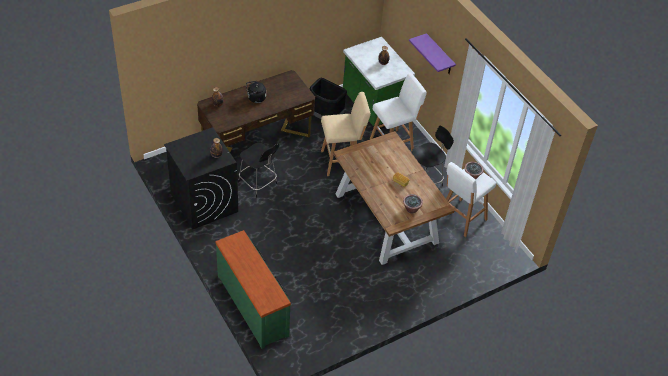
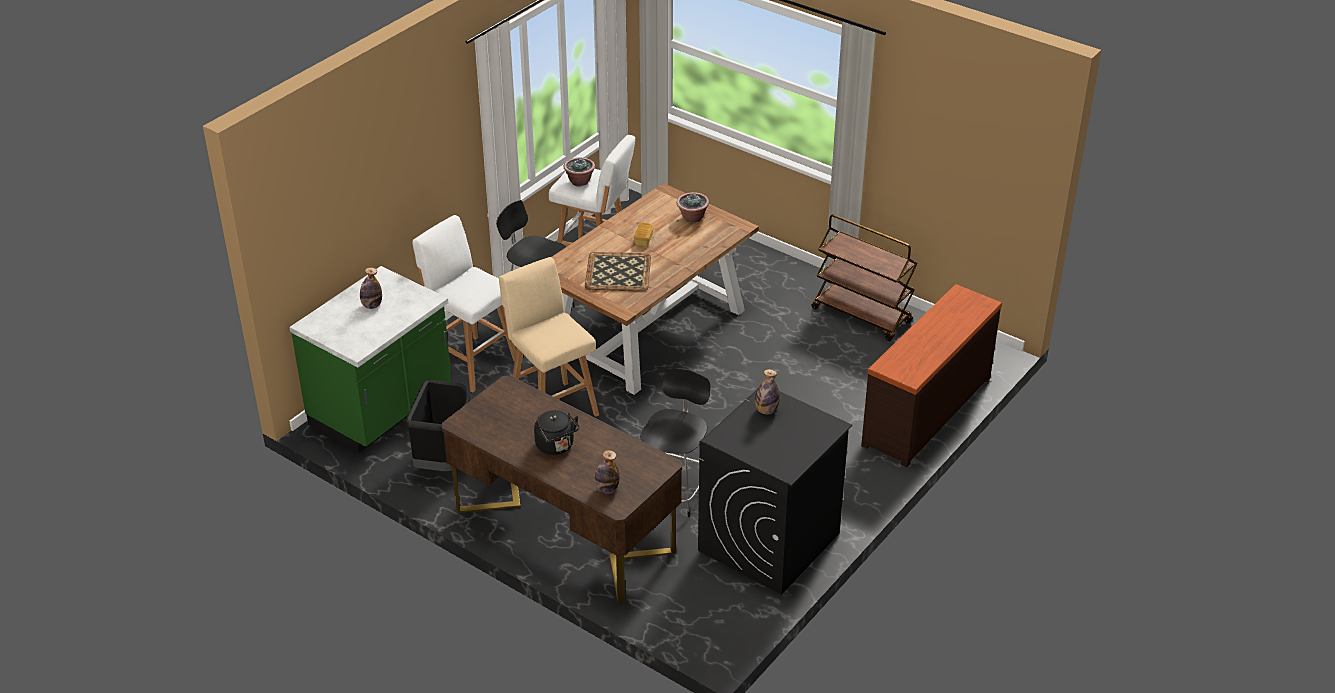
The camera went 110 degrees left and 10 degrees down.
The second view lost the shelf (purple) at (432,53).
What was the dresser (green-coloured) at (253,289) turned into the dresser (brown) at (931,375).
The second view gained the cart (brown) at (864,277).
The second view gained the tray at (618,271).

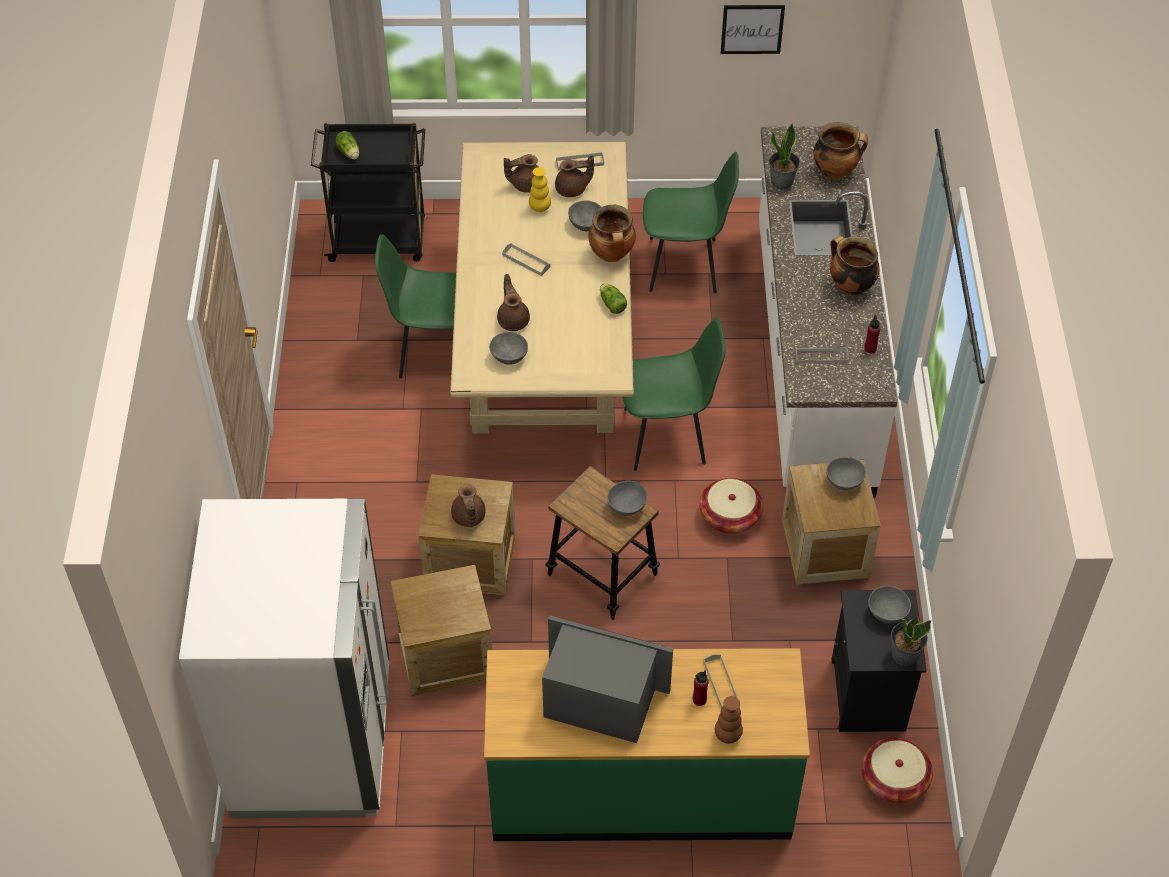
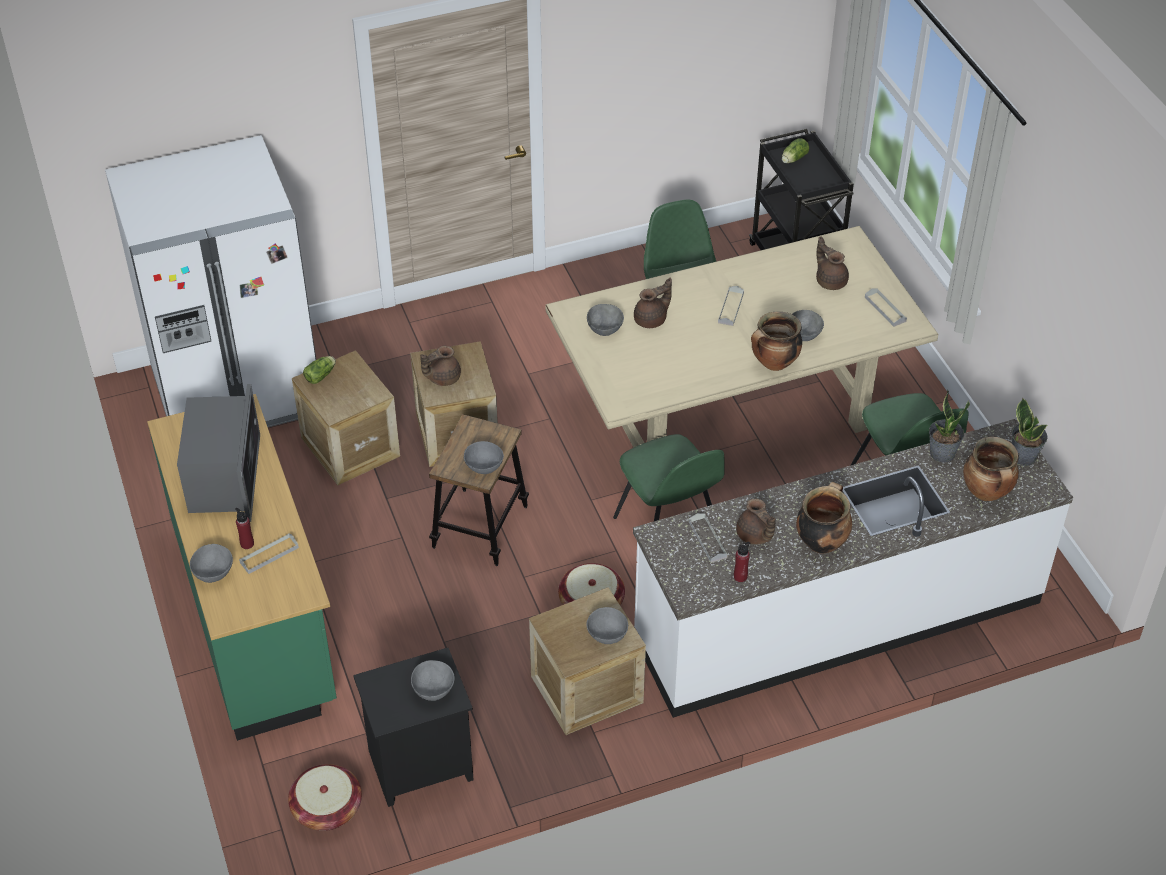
The camera went 70 degrees right and 5 degrees down.
The second view lost the wall art at (753,29).
The pot for tea (brown) ended up elsewhere, having gone from (574,176) to (756,522).
The second view lost the flower vase (yellowish) at (540,190).
The lettuce ended up elsewhere, having gone from (613,299) to (319,370).
The houseplant ended up elsewhere, having gone from (911,641) to (1029,432).
Where the flower vase (brown) stood at (729,720), the bowl (grey) came to stand at (211,563).

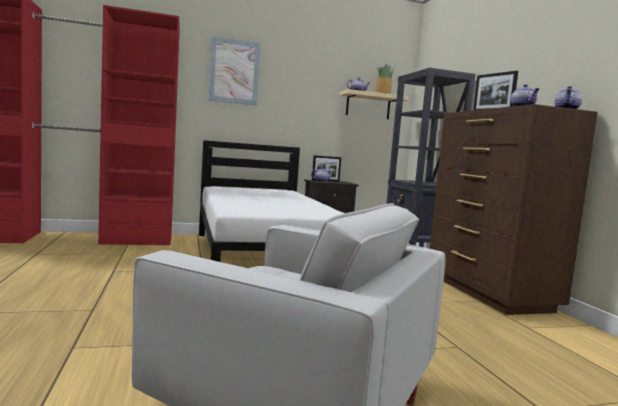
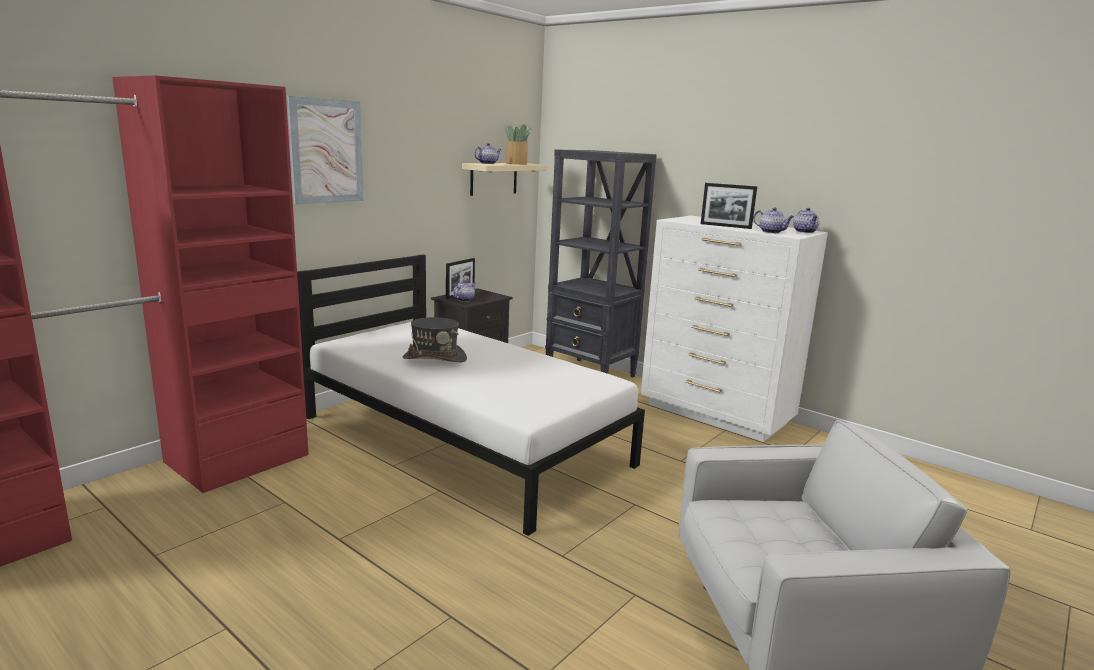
The camera went 35 degrees left and 10 degrees up.
What was the dresser (brown) at (514,209) turned into the dresser (white) at (734,329).
The second view gained the hat (grey) at (435,339).

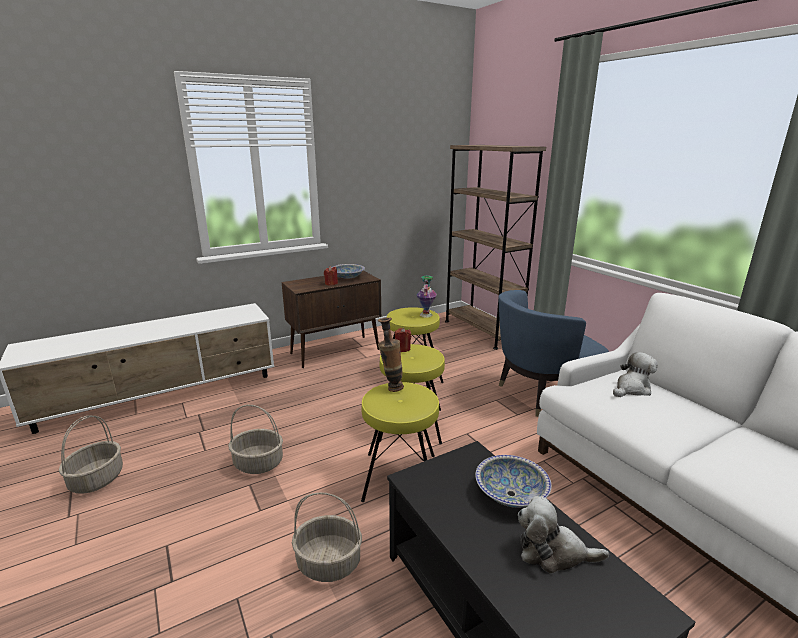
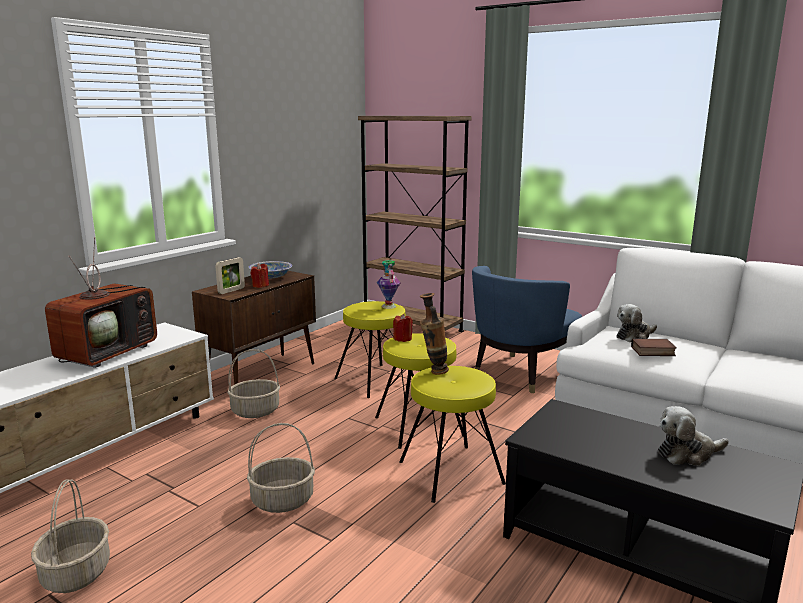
The camera went 25 degrees left and 5 degrees down.
The soft toy at (635,374) ended up facing another way, 150 degrees counterclockwise from before.
The second view lost the bowl at (513,481).
The basket ended up elsewhere, having gone from (327,537) to (253,383).
The second view gained the television at (101,302).
The second view gained the photo frame at (230,275).
The second view gained the book at (654,347).

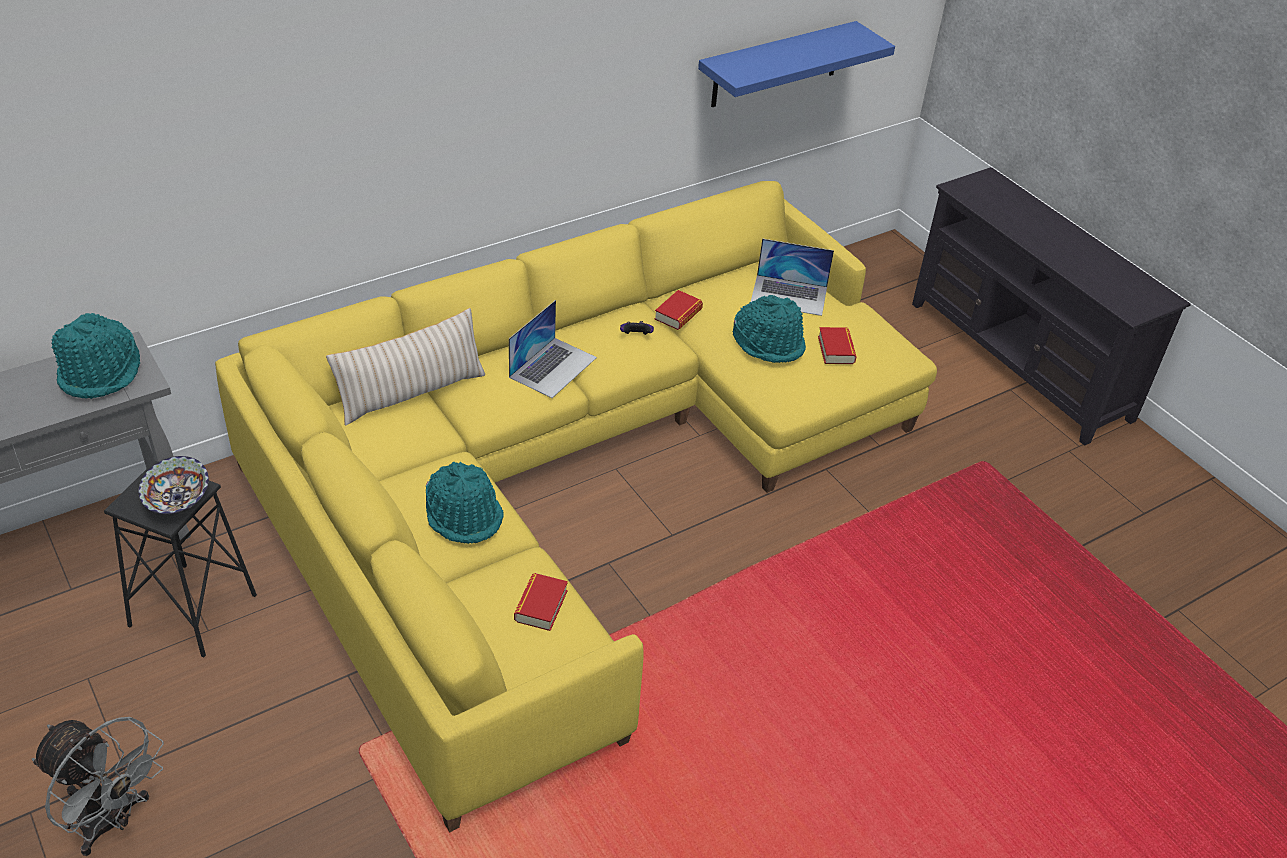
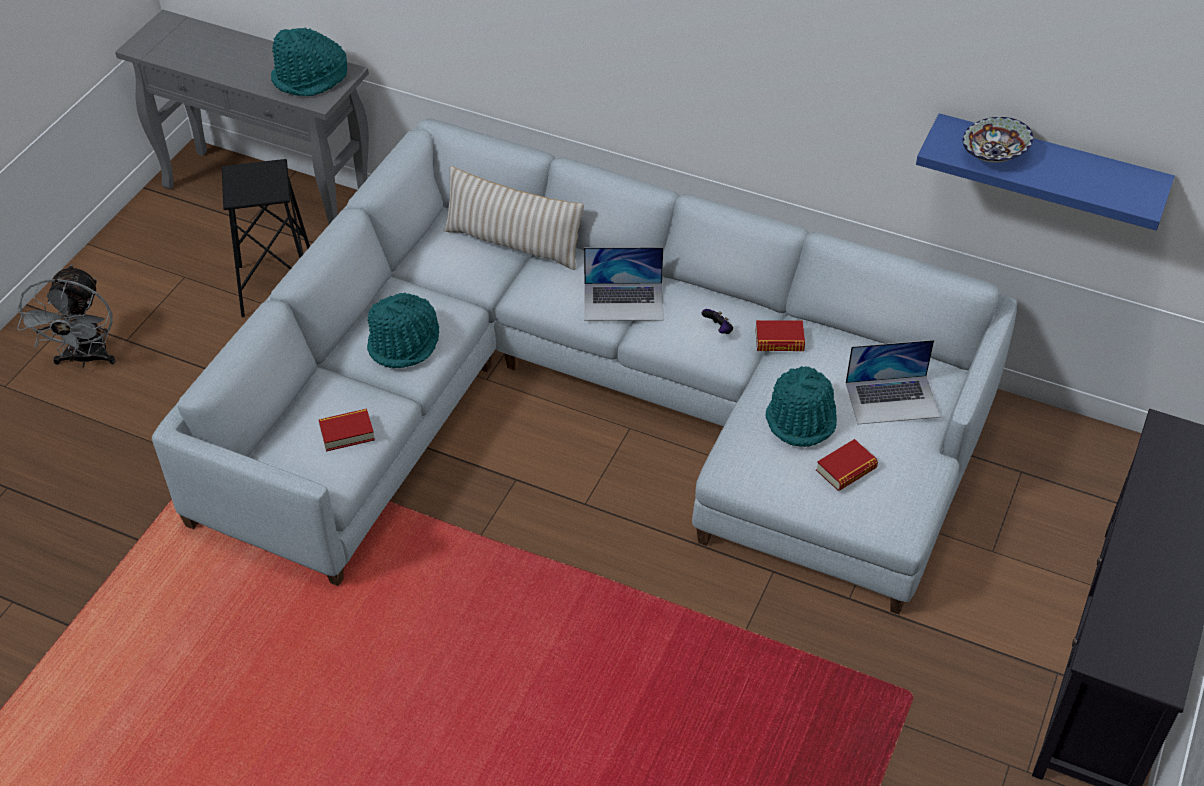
The camera went 60 degrees right and 5 degrees up.
What was the couch (yellowish) at (576,507) turned into the couch (grey) at (584,366).
The laptop at (792,277) ended up facing another way, 75 degrees counterclockwise from before.
The bowl ended up elsewhere, having gone from (174,485) to (998,140).

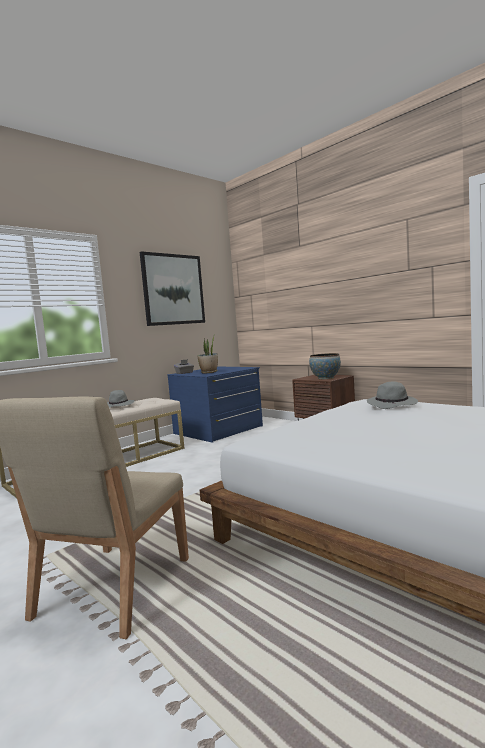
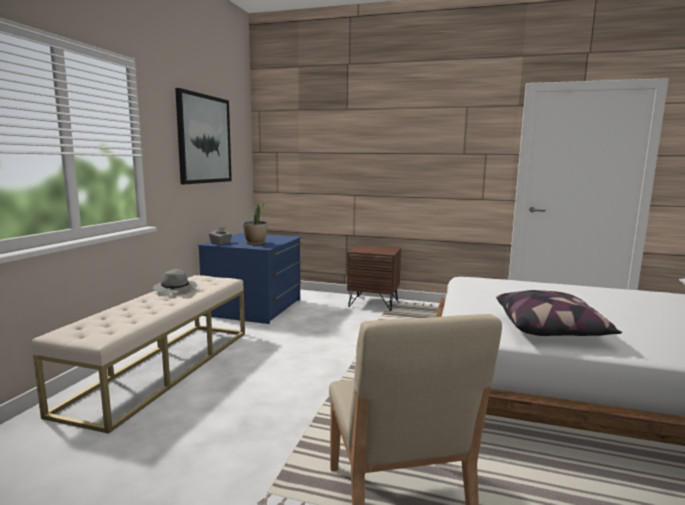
The camera went 30 degrees left and 5 degrees up.
The second view lost the bowl at (325,366).
The second view lost the hat (grey) at (392,395).
The second view gained the throw pillow at (559,313).

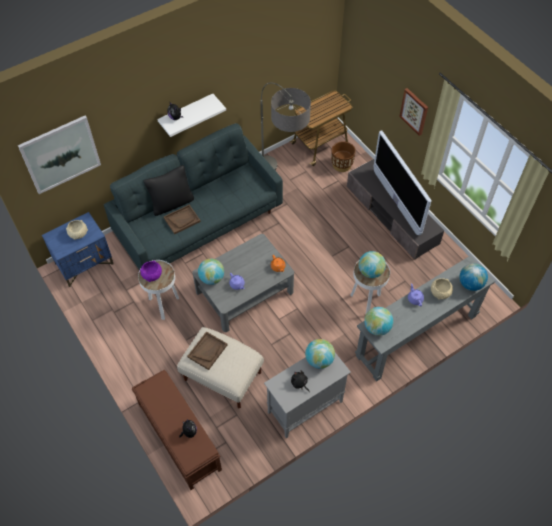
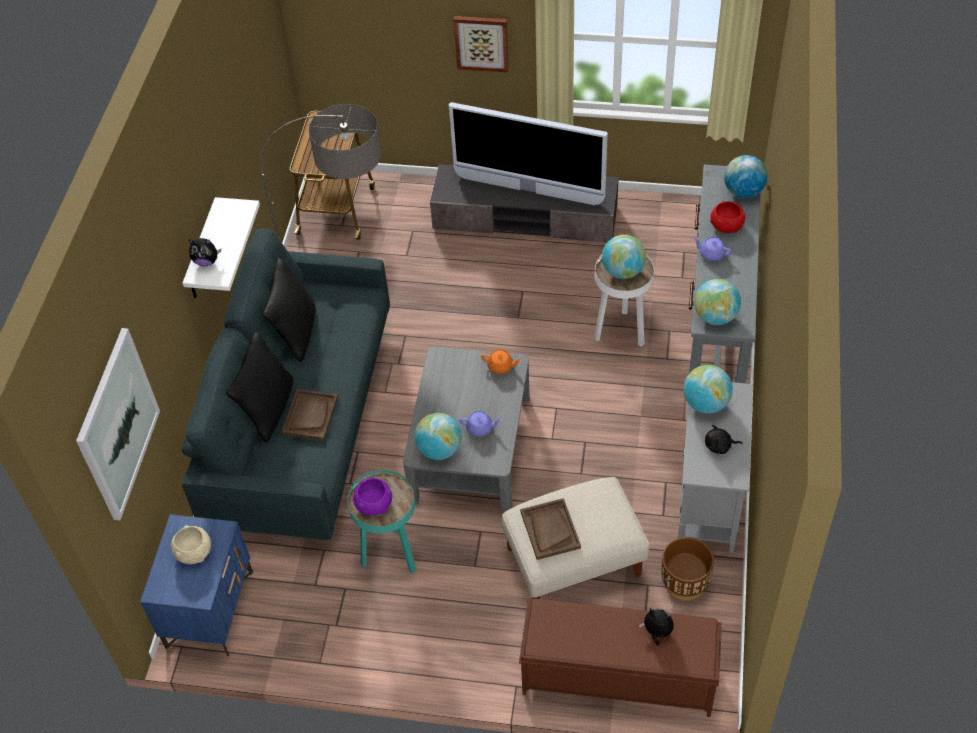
The camera went 45 degrees left and 5 degrees down.
The plant pot (brown) ended up elsewhere, having gone from (343,156) to (687,569).
What was the accent table (white) at (158,290) turned into the accent table (turquoise-coloured) at (381,522).
What was the bowl (beige-coloured) at (442,289) turned into the bowl (reddish) at (727,217).
The second view gained the throw pillow (blackish) at (289,310).

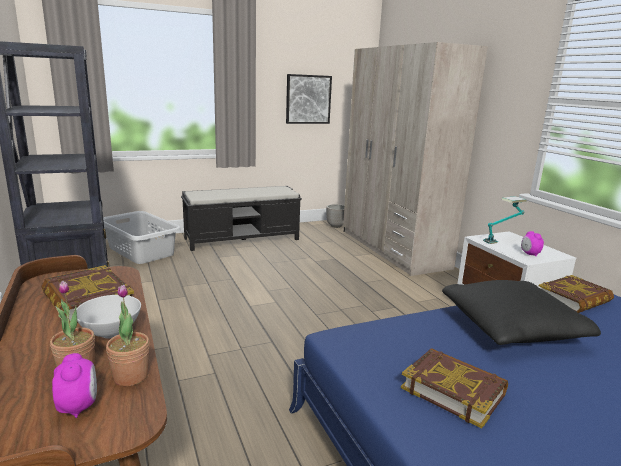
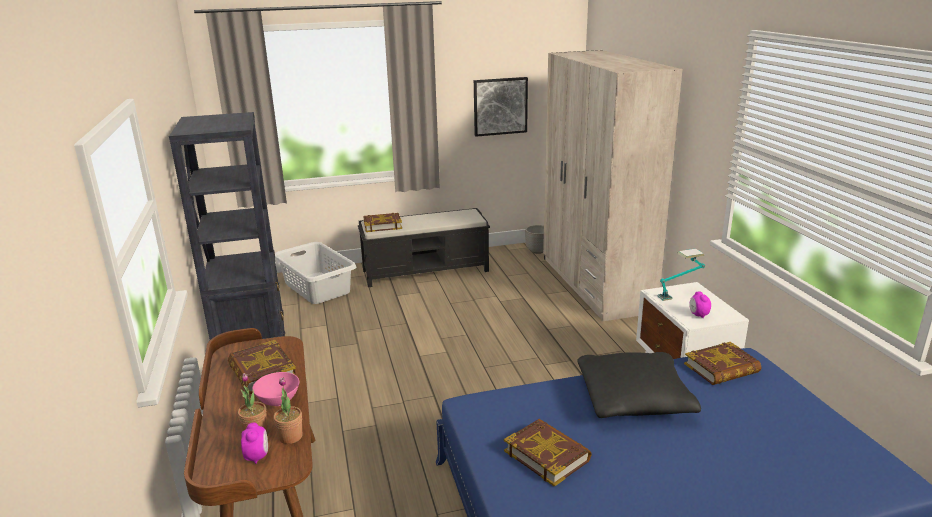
The camera went 10 degrees right and 5 degrees up.
What was the bowl (white) at (108,316) turned into the bowl (pink) at (275,389).
The second view gained the book at (382,222).

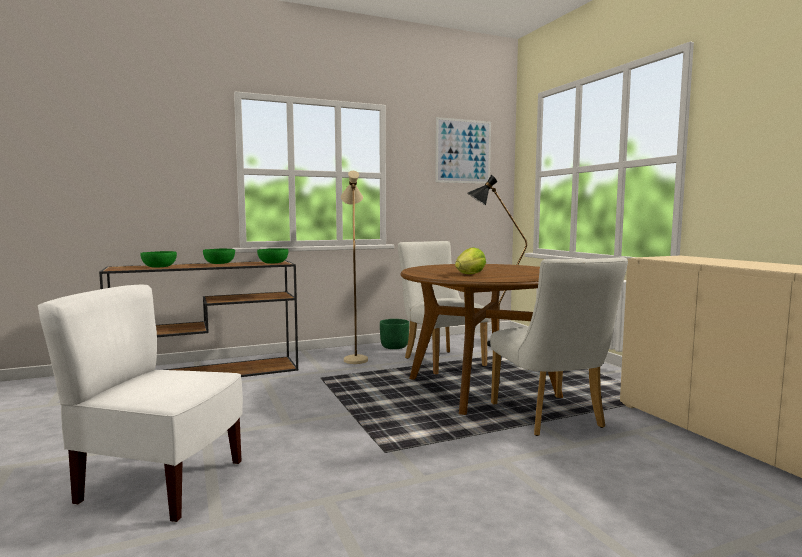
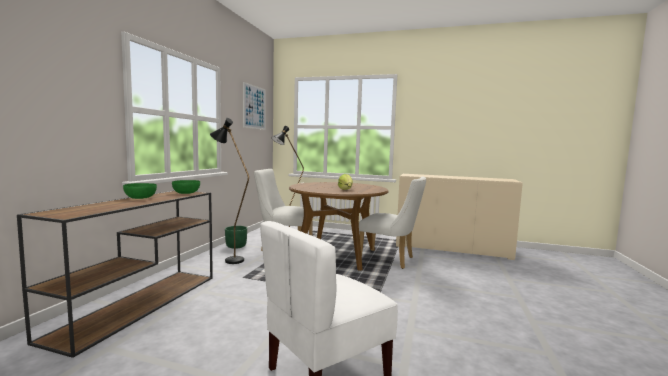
The camera went 50 degrees left and 0 degrees up.
What was the floor lamp (beige-coloured) at (354,267) turned into the floor lamp (blackish) at (229,191).
The second view lost the bowl (green-coloured) at (158,259).

